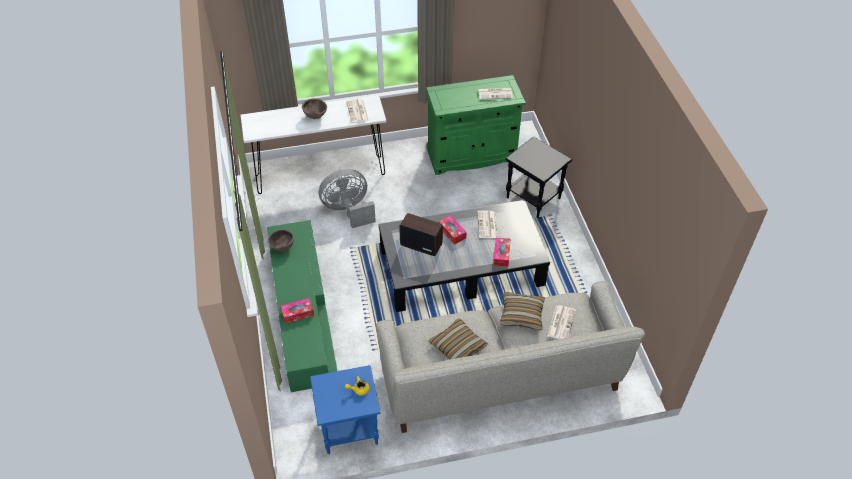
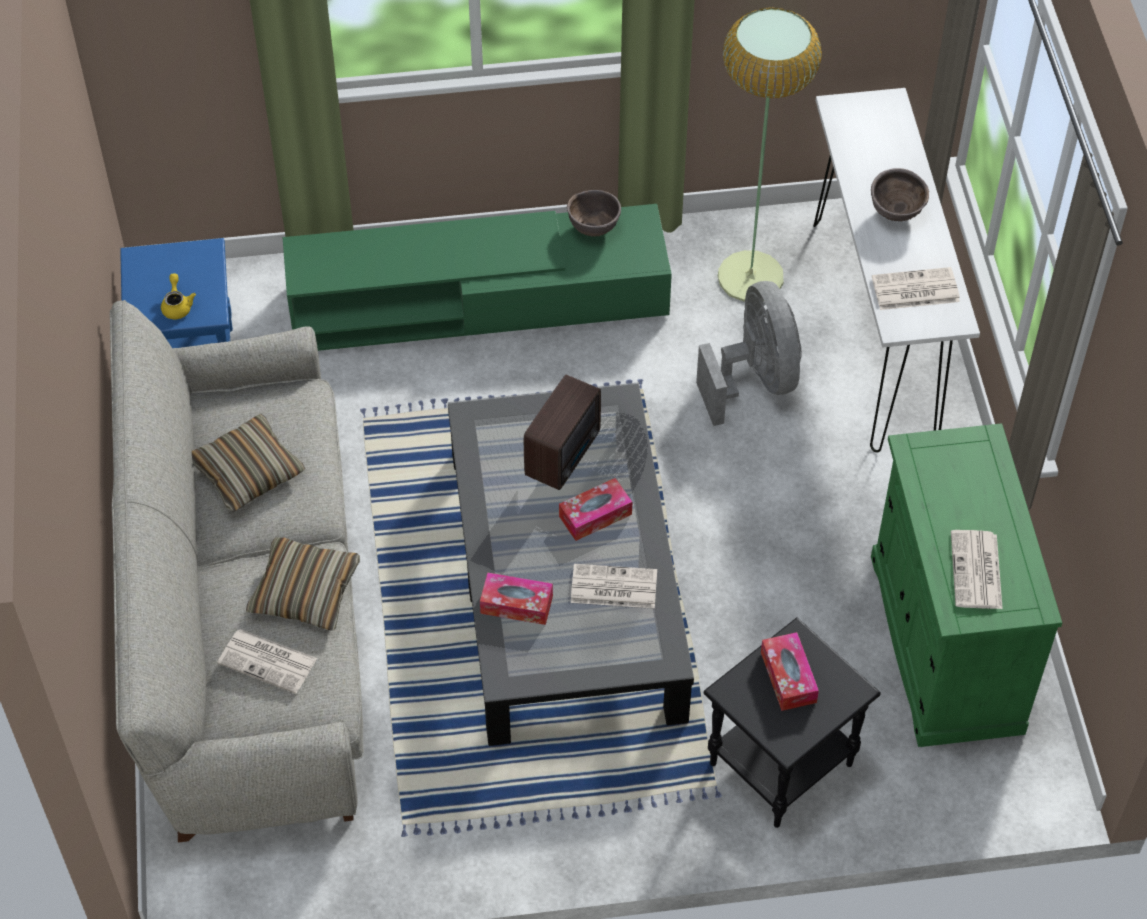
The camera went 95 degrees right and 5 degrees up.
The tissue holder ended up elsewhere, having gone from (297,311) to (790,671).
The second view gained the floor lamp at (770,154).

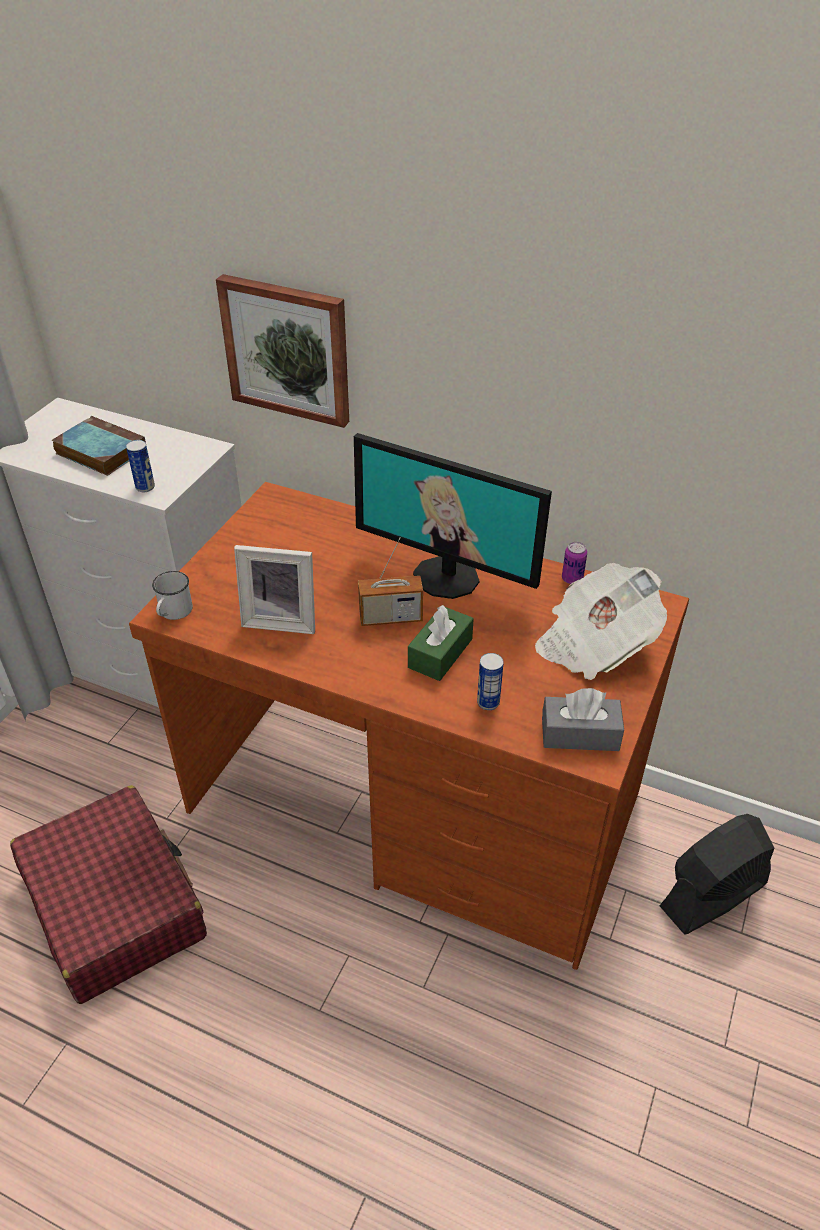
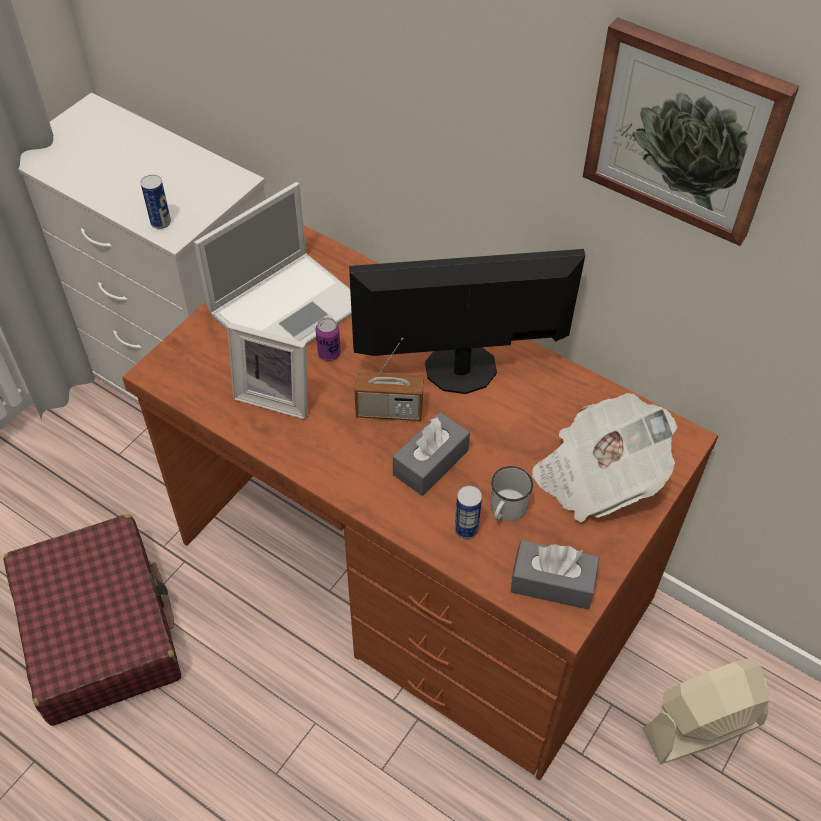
The camera went 10 degrees right and 10 degrees up.
The wall art ended up elsewhere, having gone from (282,351) to (691,131).
The second view lost the book at (99,446).
The computer screen at (453,516) ended up facing another way, 135 degrees clockwise from before.
The can ended up elsewhere, having gone from (574,563) to (328,339).
The tea mug (white) ended up elsewhere, having gone from (172,595) to (512,493).
What was the tissue holder (green-coloured) at (441,643) turned into the tissue holder (grey) at (431,454).
What was the cooling fan (blackish) at (717,874) turned into the cooling fan (beige-coloured) at (705,711).
The second view gained the laptop at (273,263).

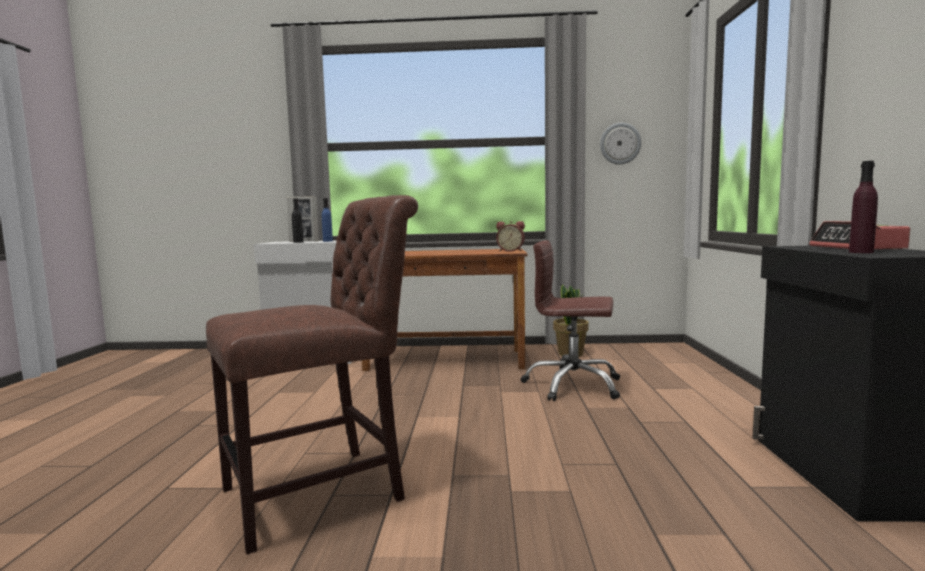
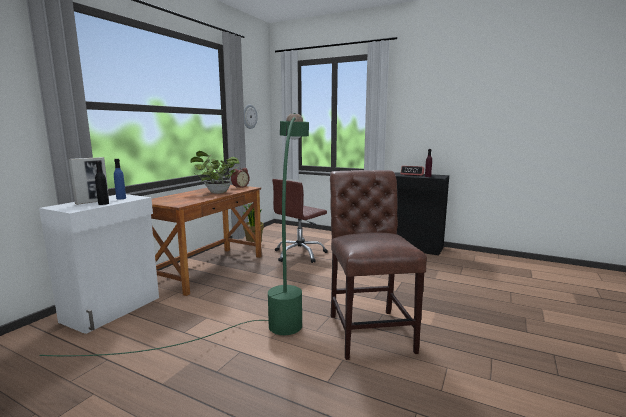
The camera went 65 degrees left and 5 degrees up.
The second view gained the floor lamp (green-coloured) at (174,234).
The second view gained the houseplant at (215,172).

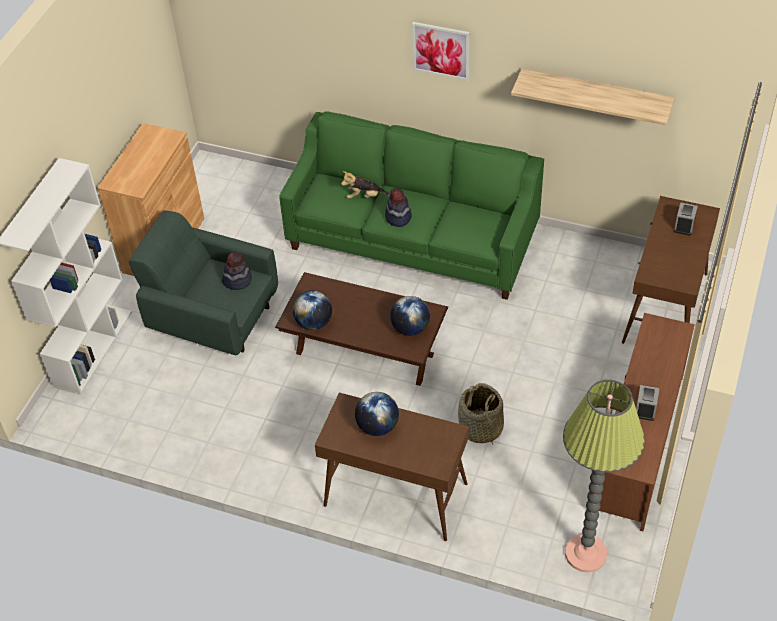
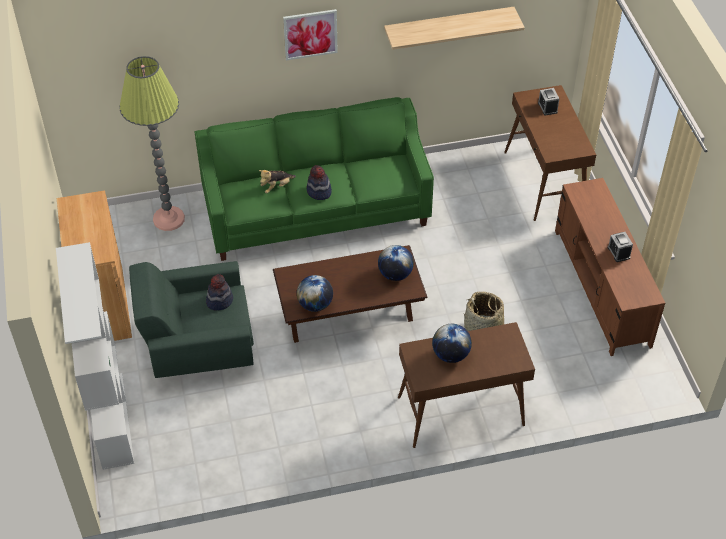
The camera went 35 degrees left and 0 degrees up.
The floor lamp ended up elsewhere, having gone from (604,476) to (152,143).

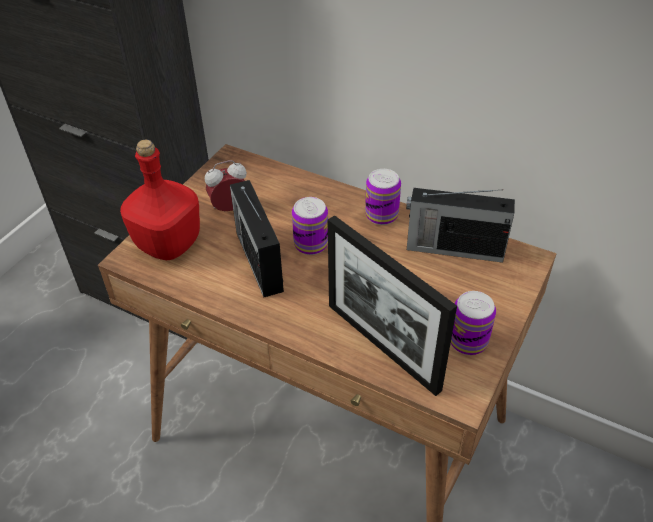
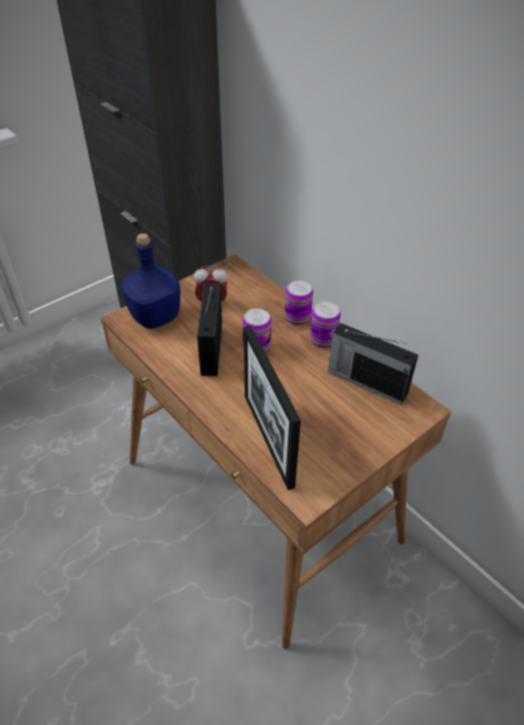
The camera went 20 degrees right and 0 degrees up.
What was the beverage bottle (reddish) at (160,200) turned into the beverage bottle (blue-coloured) at (150,281).
The can ended up elsewhere, having gone from (473,323) to (298,302).

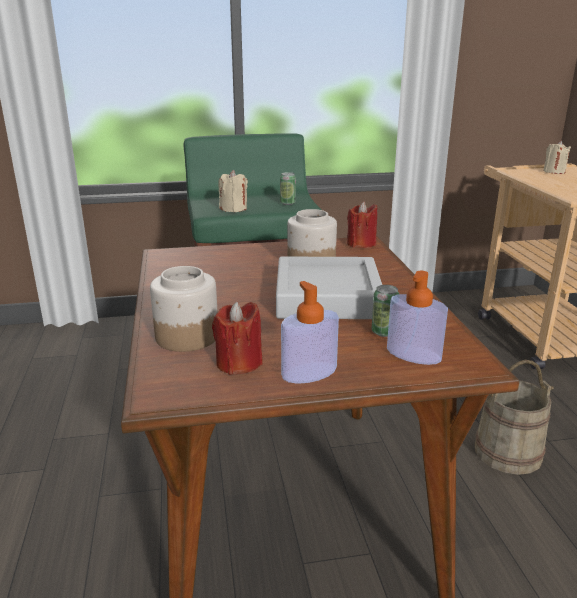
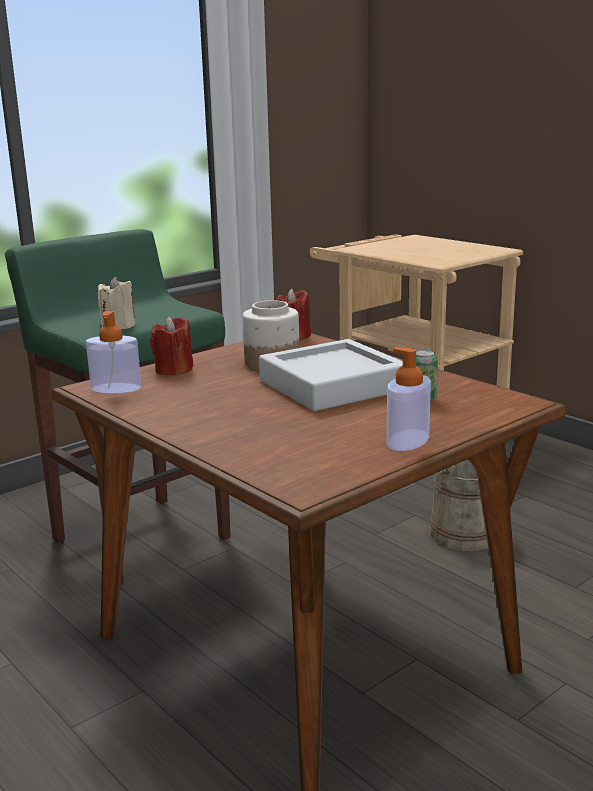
The camera went 30 degrees left and 5 degrees down.
The second view lost the candle (beige-coloured) at (557,157).
The second view lost the can at (288,188).
The second view lost the preserve jar at (184,309).
The soap bottle ended up elsewhere, having gone from (417,318) to (113,352).
The candle (reddish) ended up elsewhere, having gone from (237,338) to (171,346).

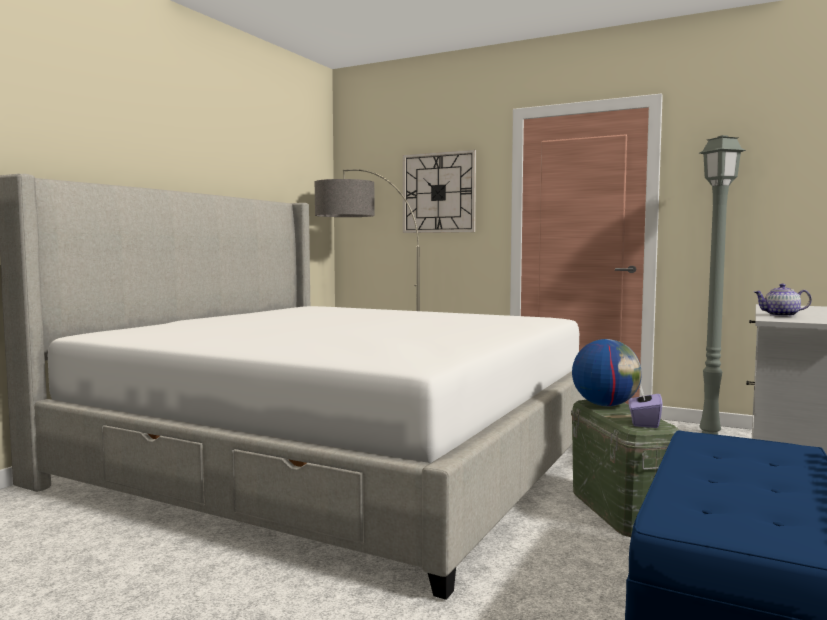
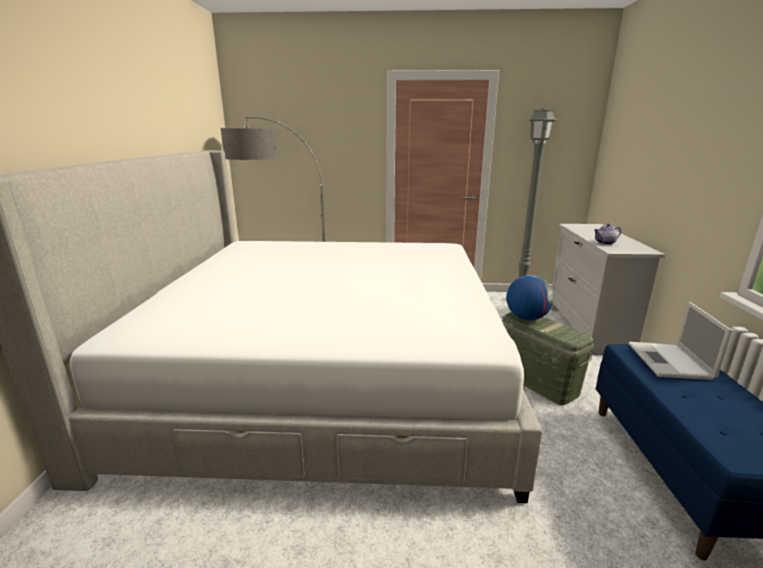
The camera went 25 degrees left and 15 degrees up.
The second view lost the hanging clock at (439,191).
The second view lost the tissue holder (purple) at (646,407).
The second view gained the laptop at (680,341).

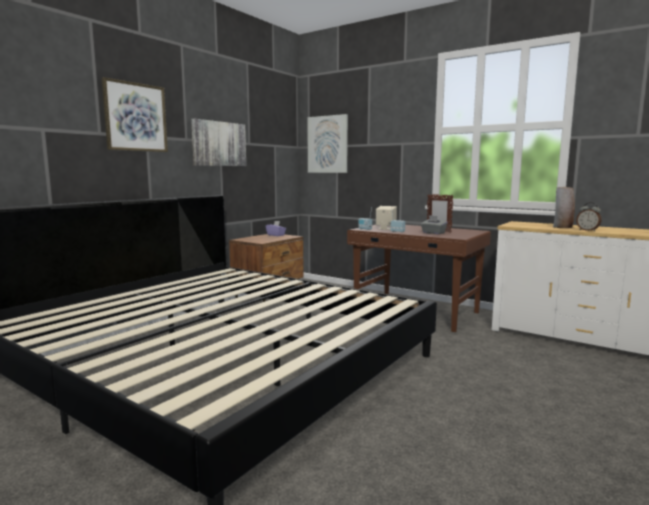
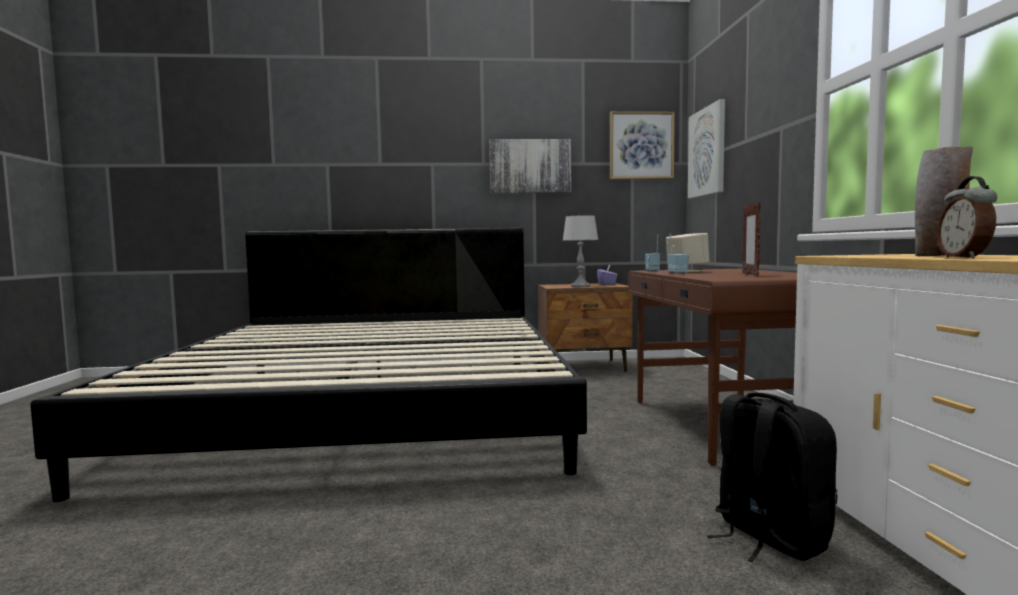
The camera went 50 degrees right and 5 degrees down.
The wall art ended up elsewhere, having gone from (135,114) to (642,145).
The second view lost the tissue holder (grey) at (434,224).
The second view gained the tabletop lamp (grey) at (580,251).
The second view gained the rucksack (blackish) at (772,477).

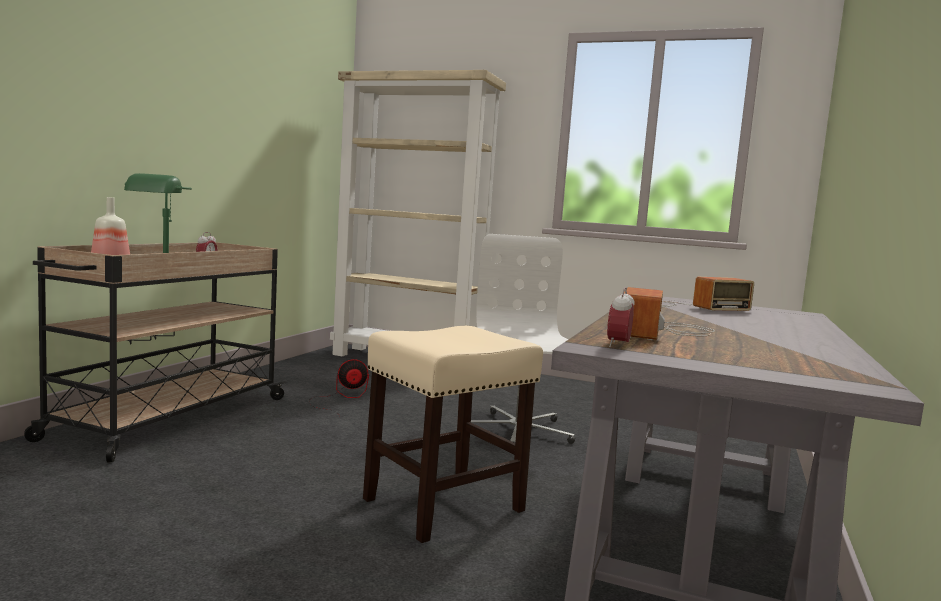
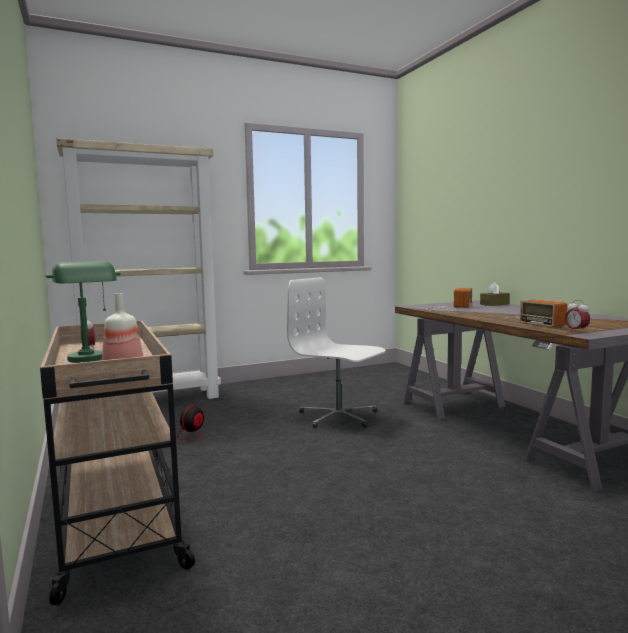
The camera went 45 degrees left and 0 degrees up.
The second view lost the stool seat (beige-coloured) at (453,434).
The second view gained the tissue holder (brown) at (495,294).

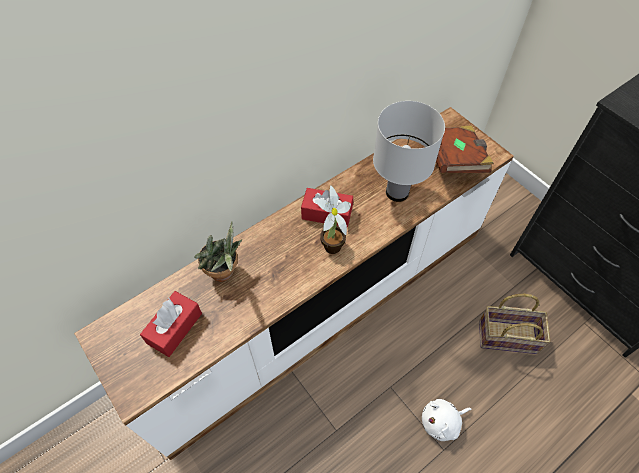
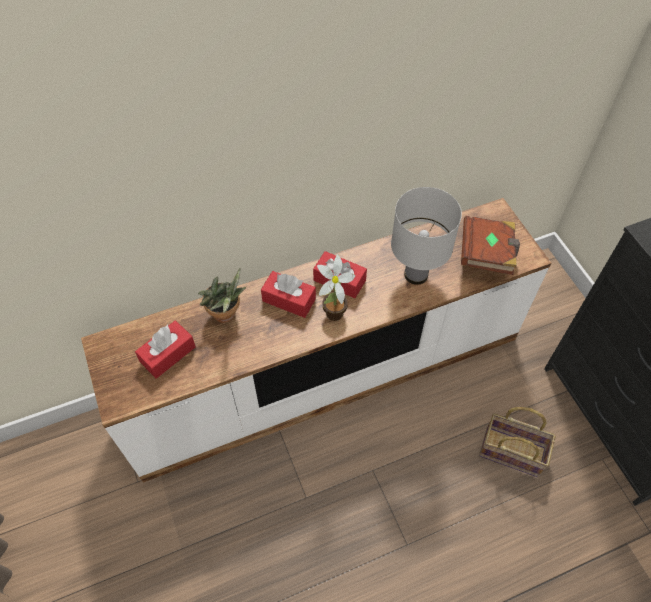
The camera went 15 degrees right and 0 degrees up.
The second view lost the soft toy (white) at (447,420).
The second view gained the tissue holder (reddish) at (288,294).

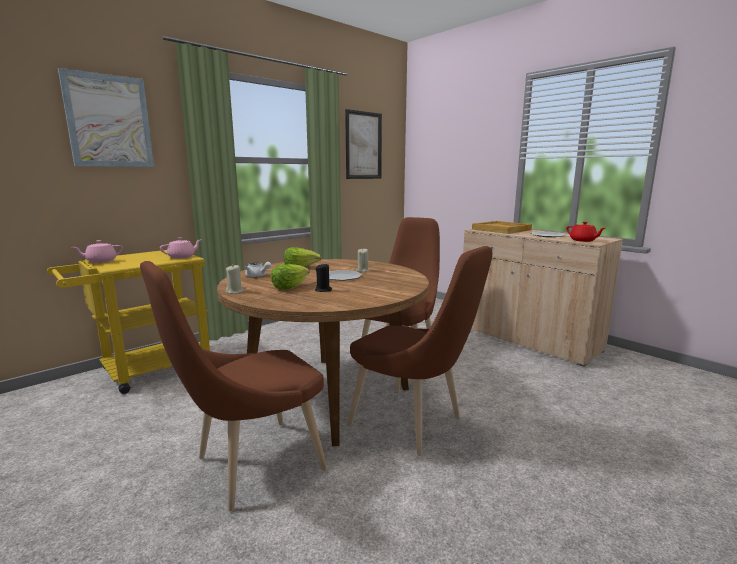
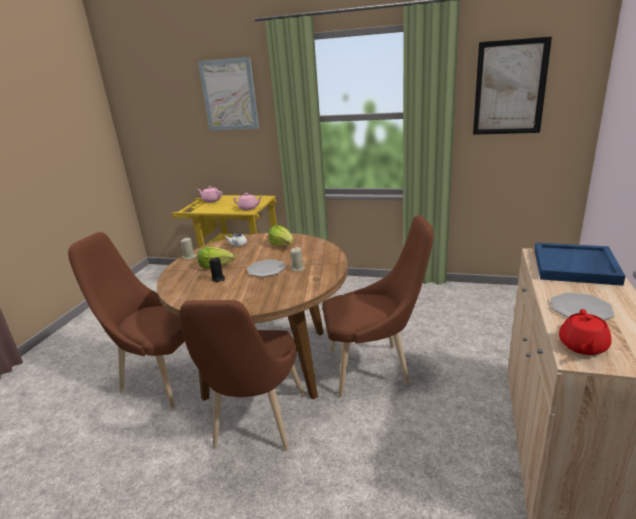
The camera went 60 degrees right and 10 degrees up.
What was the tray (beige-coloured) at (502,227) turned into the tray (blue-coloured) at (580,264).

